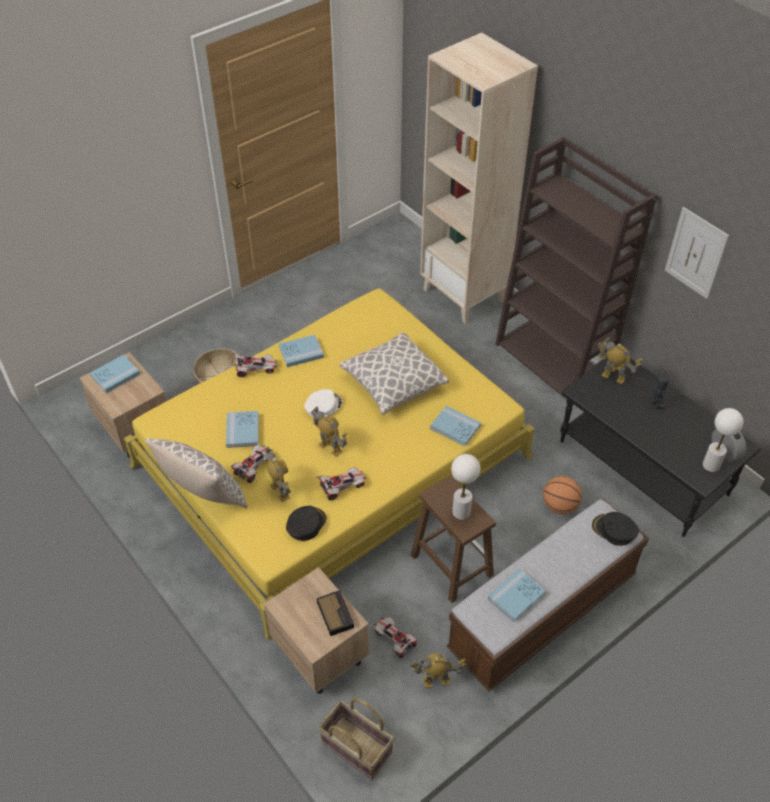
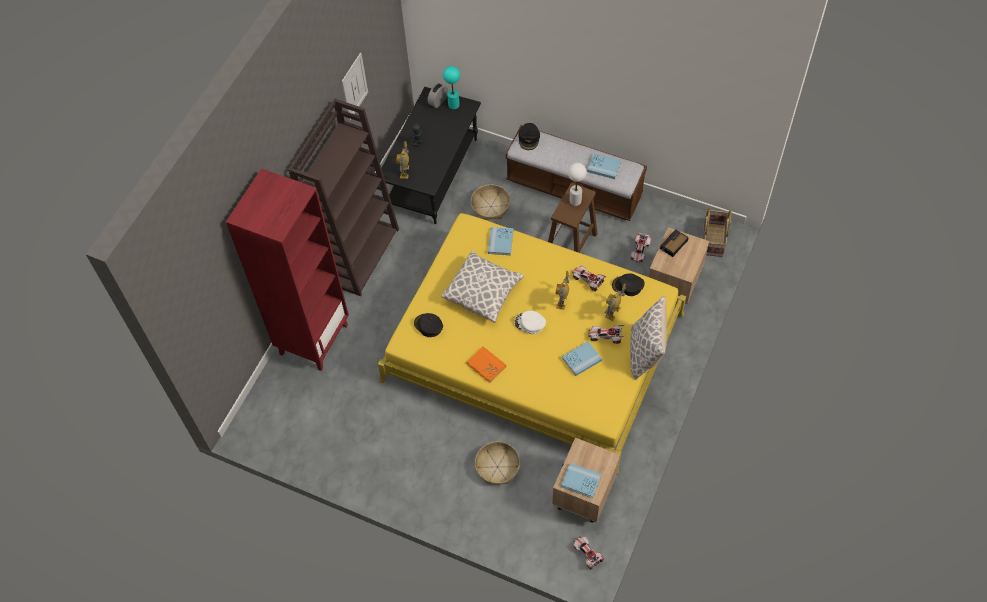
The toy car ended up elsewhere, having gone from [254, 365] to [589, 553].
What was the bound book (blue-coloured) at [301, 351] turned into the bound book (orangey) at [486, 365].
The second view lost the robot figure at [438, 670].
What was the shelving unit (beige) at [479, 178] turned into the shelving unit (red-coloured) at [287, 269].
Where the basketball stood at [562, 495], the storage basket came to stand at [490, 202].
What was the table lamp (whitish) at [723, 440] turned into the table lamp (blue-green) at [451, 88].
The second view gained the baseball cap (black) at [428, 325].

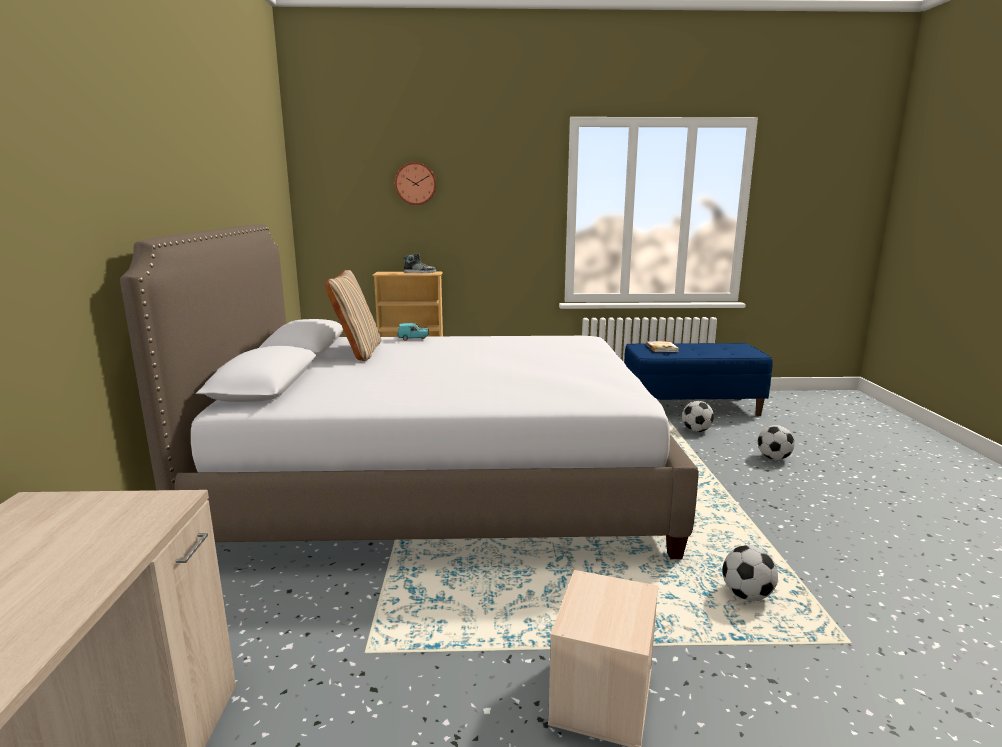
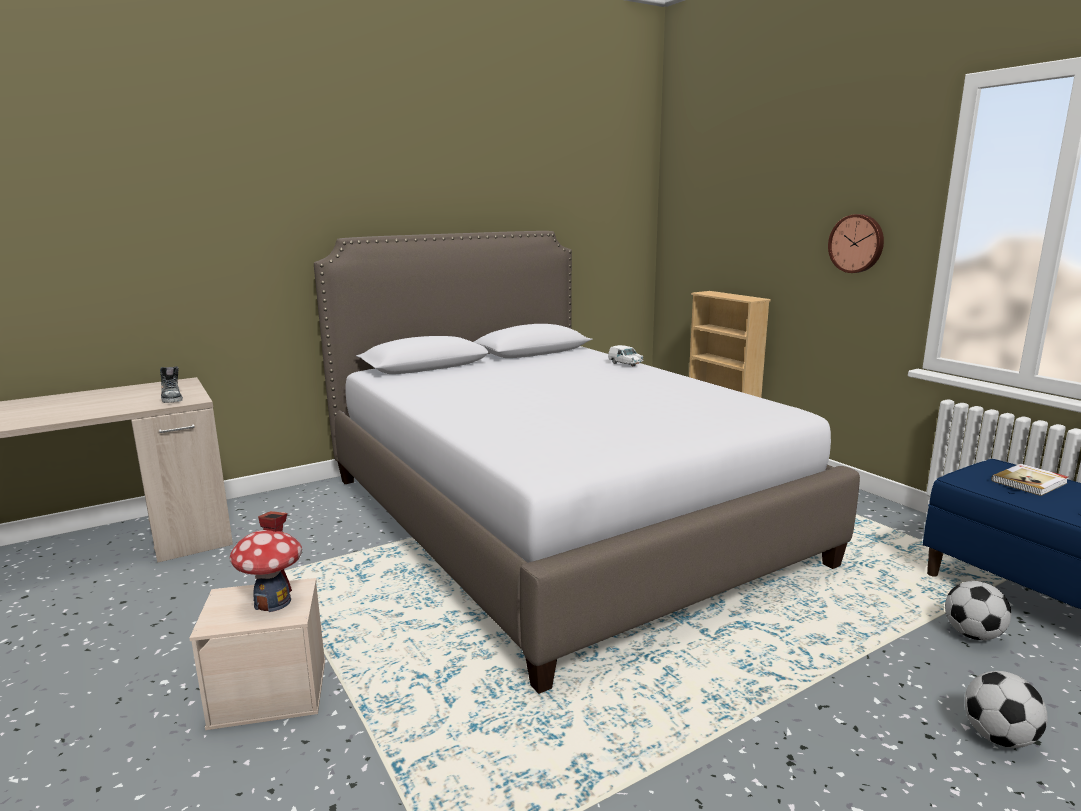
The second view lost the pillow (beige) at [353, 316].
The clock on the wall ended up elsewhere, having gone from [415, 183] to [856, 243].
What was the toy car (blue-green) at [413, 332] turned into the toy car (whitish) at [626, 356].
The item of footwear ended up elsewhere, having gone from [419, 263] to [171, 384].
The second view lost the football at [750, 573].
The second view gained the miniature house at [266, 561].

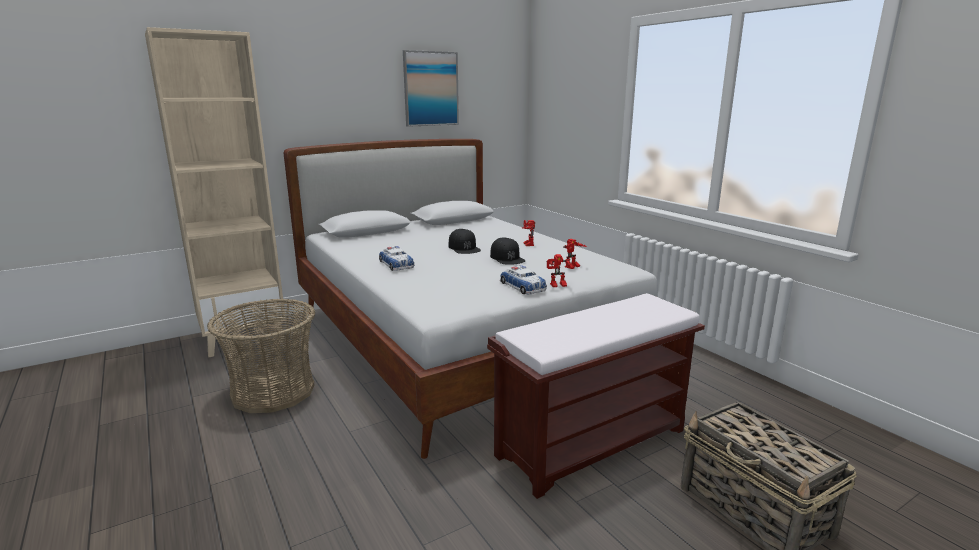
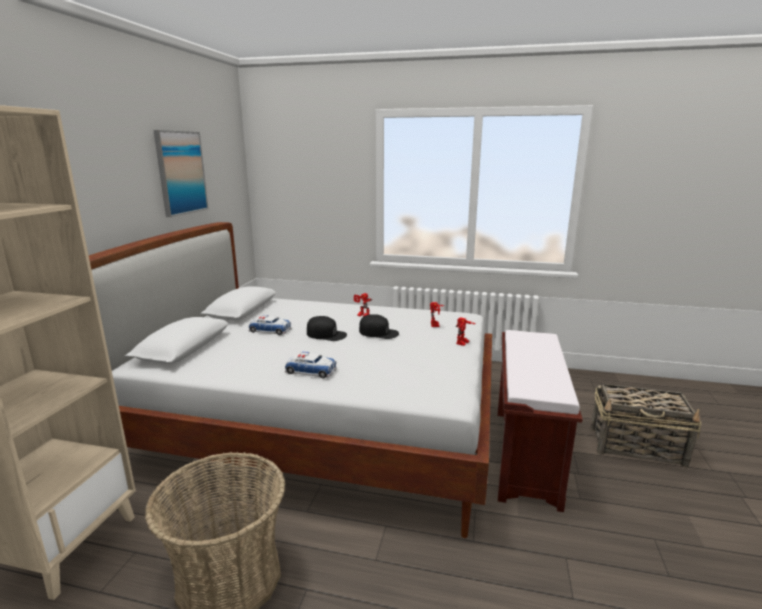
The toy car ended up elsewhere, having gone from [523, 279] to [269, 325].

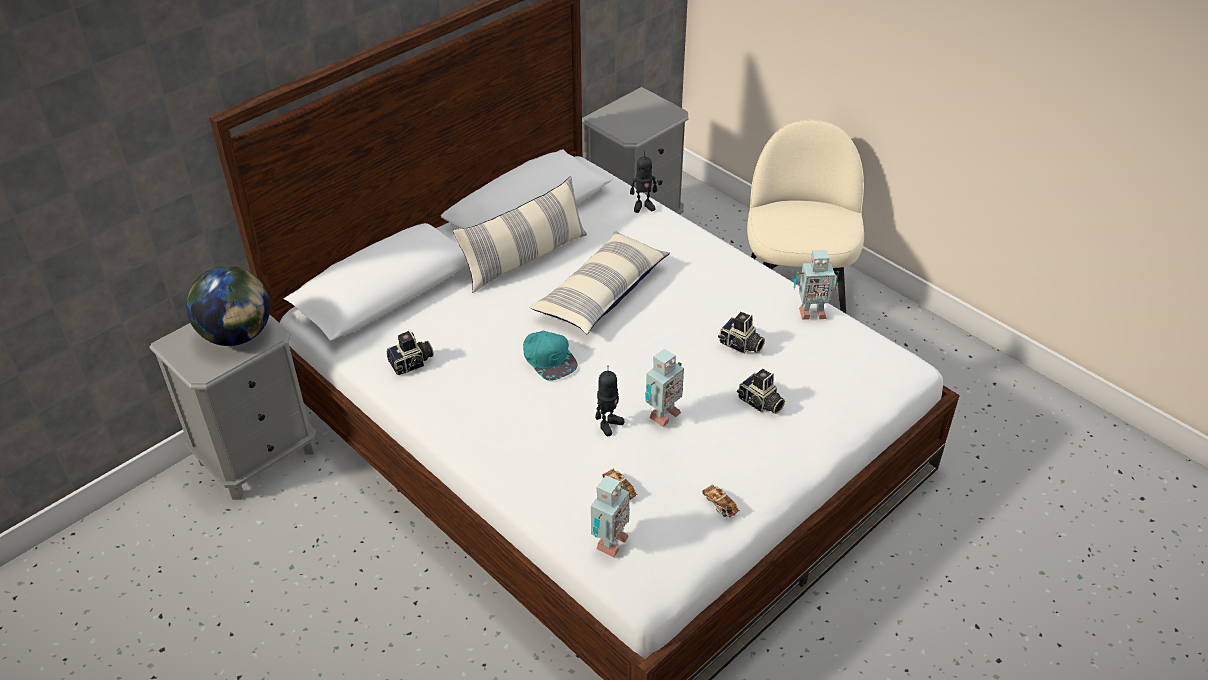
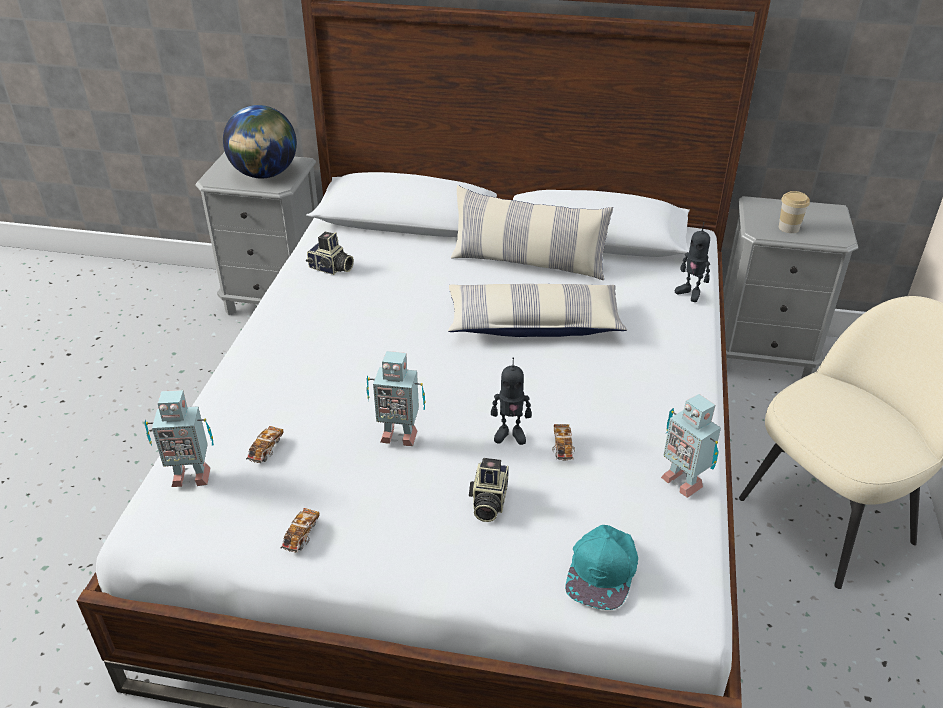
The baseball cap (blue-green) ended up elsewhere, having gone from [550, 355] to [601, 567].
The robot figure ended up elsewhere, having gone from [609, 401] to [511, 401].
Where the still camera stood at [741, 333], the toy car came to stand at [563, 442].
The second view gained the small cup at [794, 212].

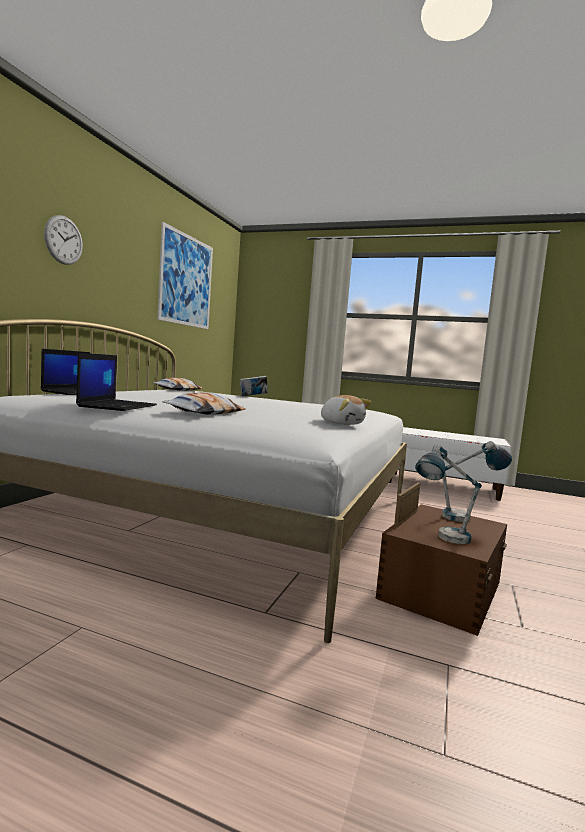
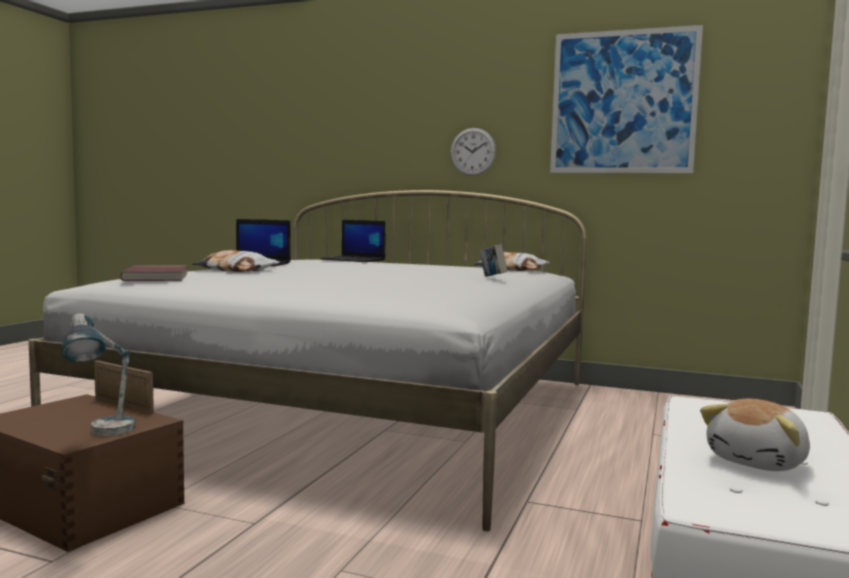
The clock on the wall ended up elsewhere, having gone from [63, 240] to [473, 152].
The plush toy ended up elsewhere, having gone from [346, 410] to [755, 435].
The second view lost the table lamp at [449, 494].
The second view gained the bound book (red-coloured) at [153, 273].

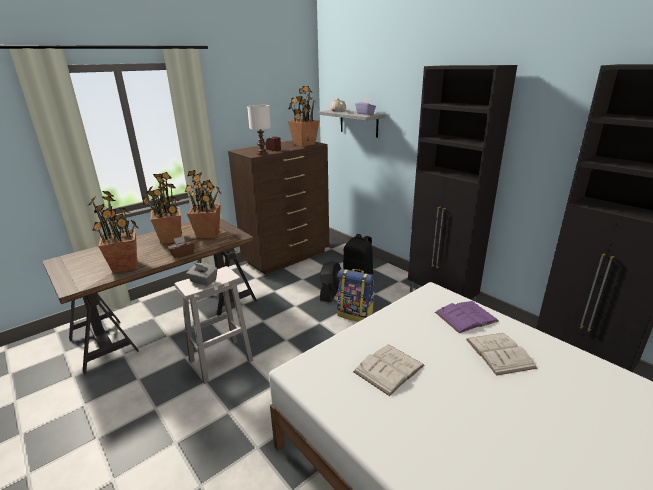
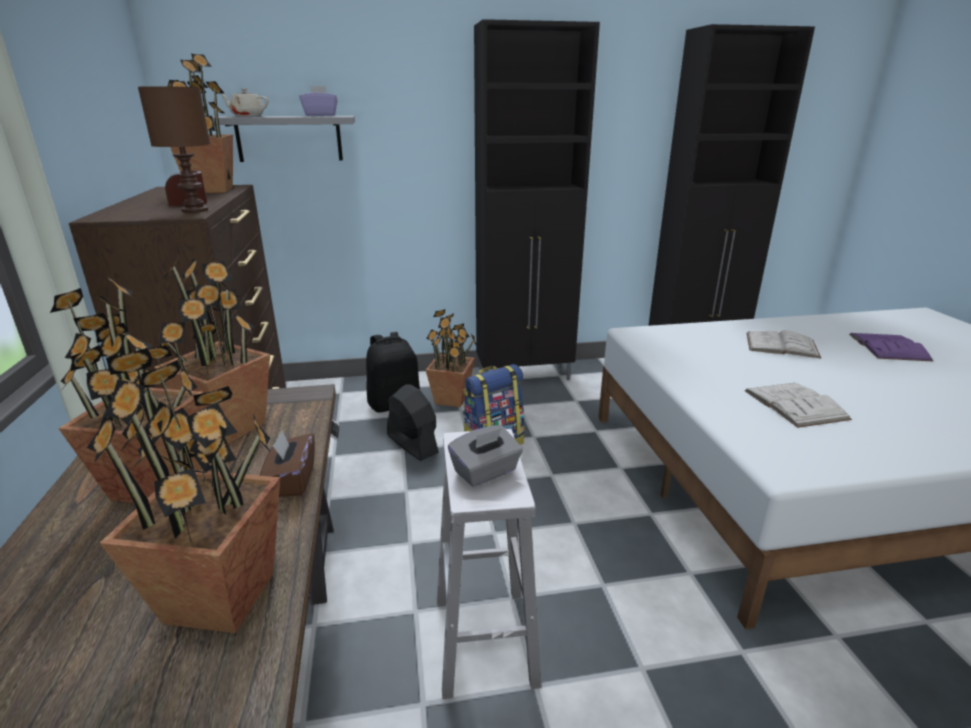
What was the table lamp (whitish) at [259, 130] turned into the table lamp (brown-coloured) at [174, 149].
The bound book (purplish) ended up elsewhere, having gone from [467, 317] to [891, 347].
The second view gained the potted plant at [451, 358].

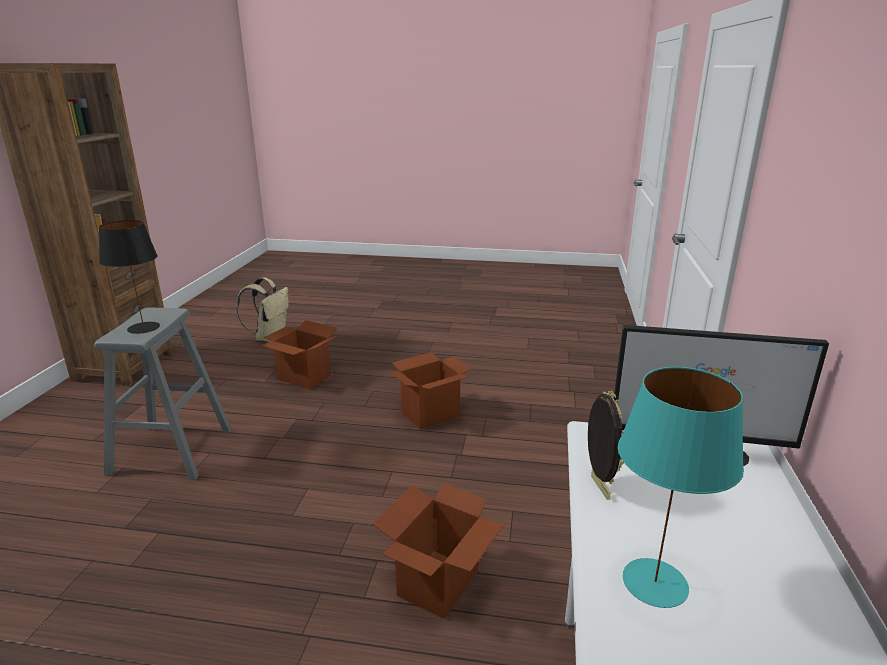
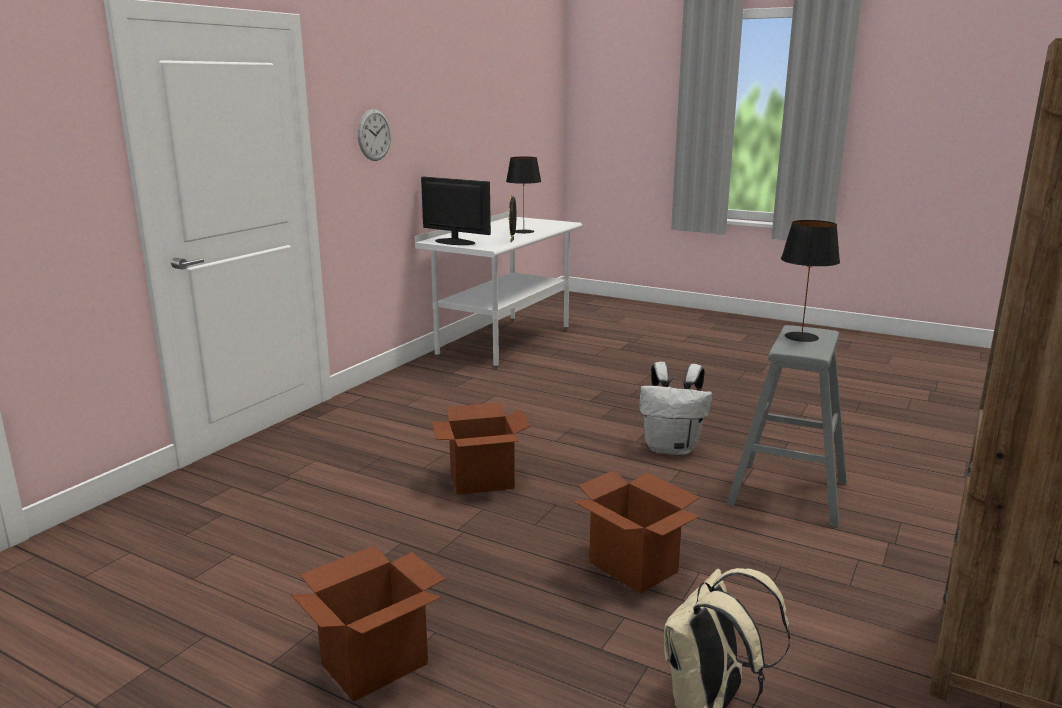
The carton ended up elsewhere, having gone from [438, 551] to [368, 624].
What was the table lamp (blue-green) at [681, 487] turned into the table lamp (black) at [523, 195].
The second view gained the clock on the wall at [374, 135].
The second view gained the knapsack (whitish) at [675, 408].

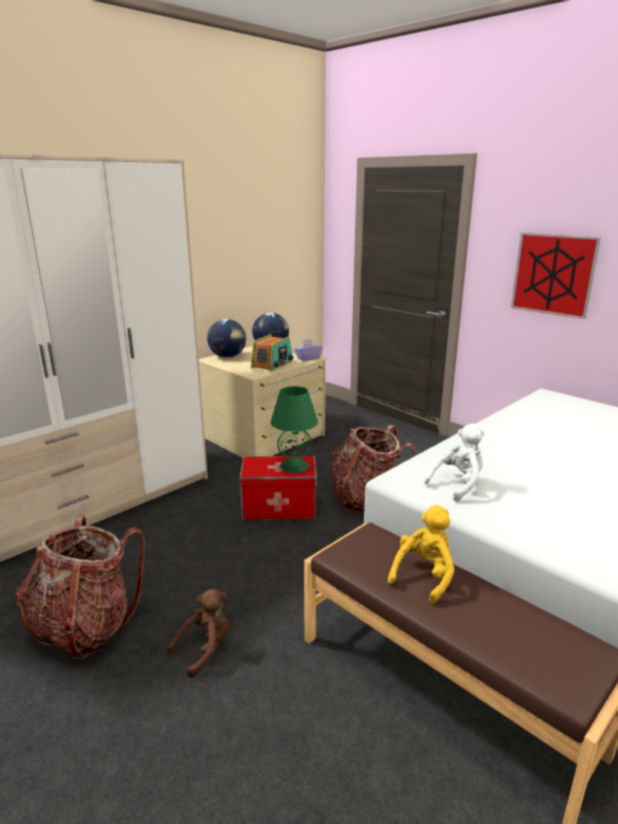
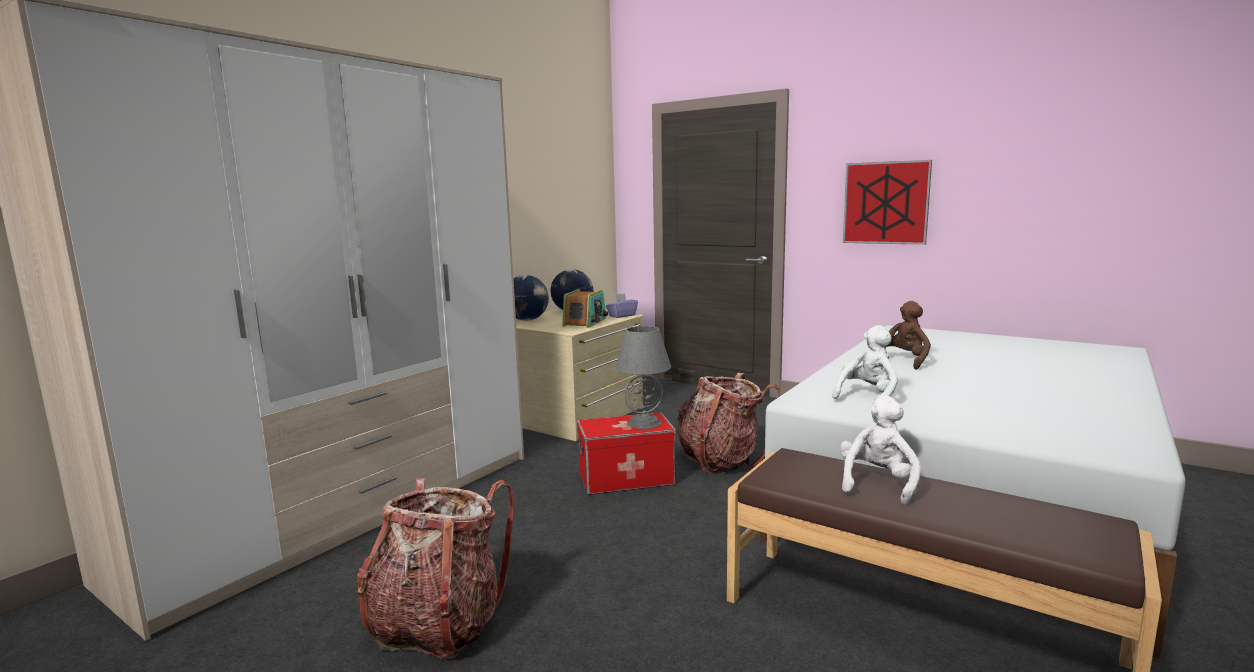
The plush toy (brown-coloured) ended up elsewhere, having gone from [198, 633] to [909, 335].
What was the table lamp (green-coloured) at [294, 429] turned into the table lamp (grey) at [643, 377].
What was the plush toy (yellow) at [421, 554] turned into the plush toy (whitish) at [880, 450].

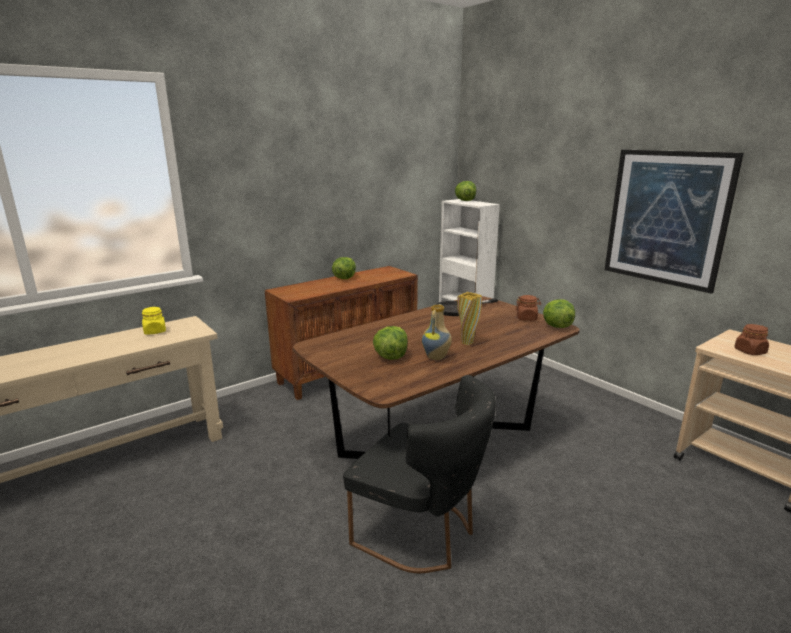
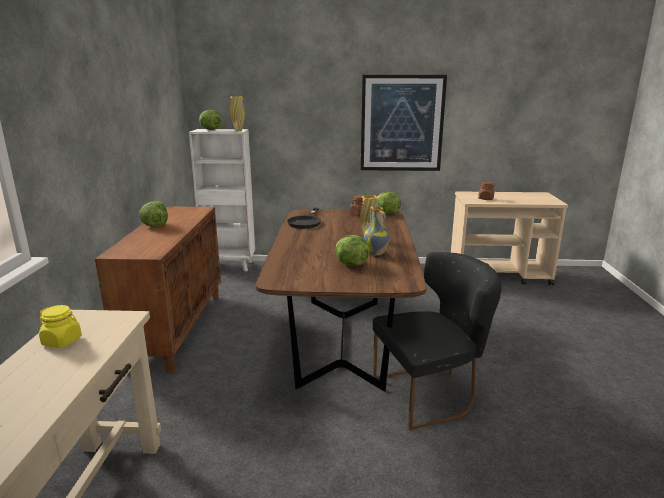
The second view gained the flower vase (yellow) at [237, 113].

